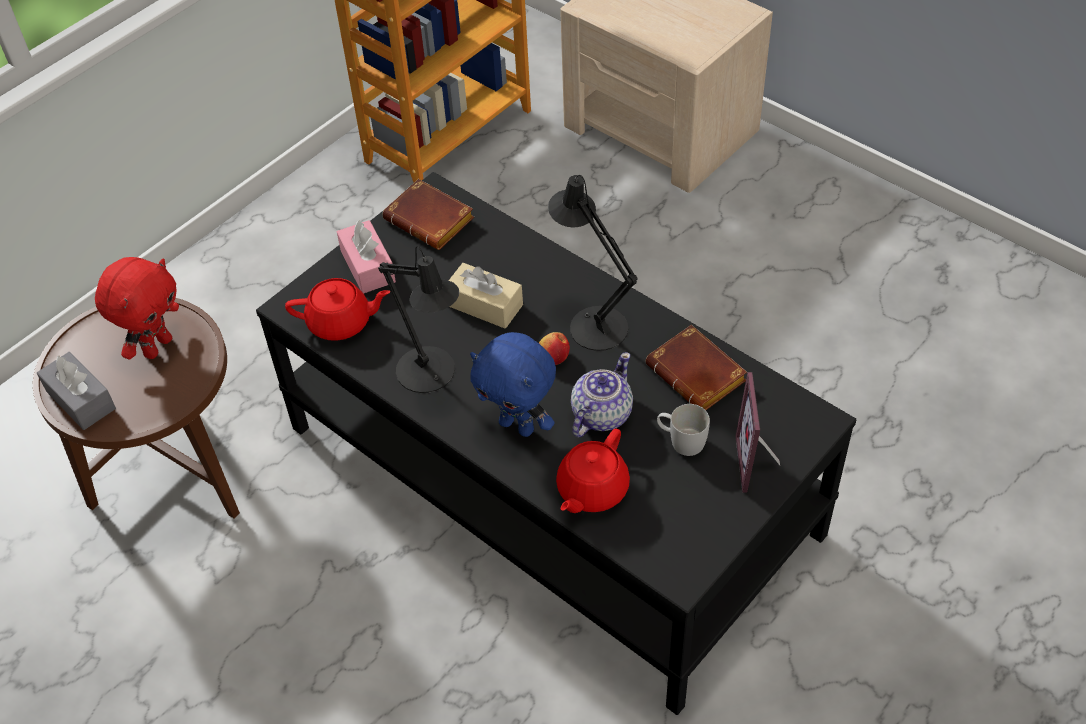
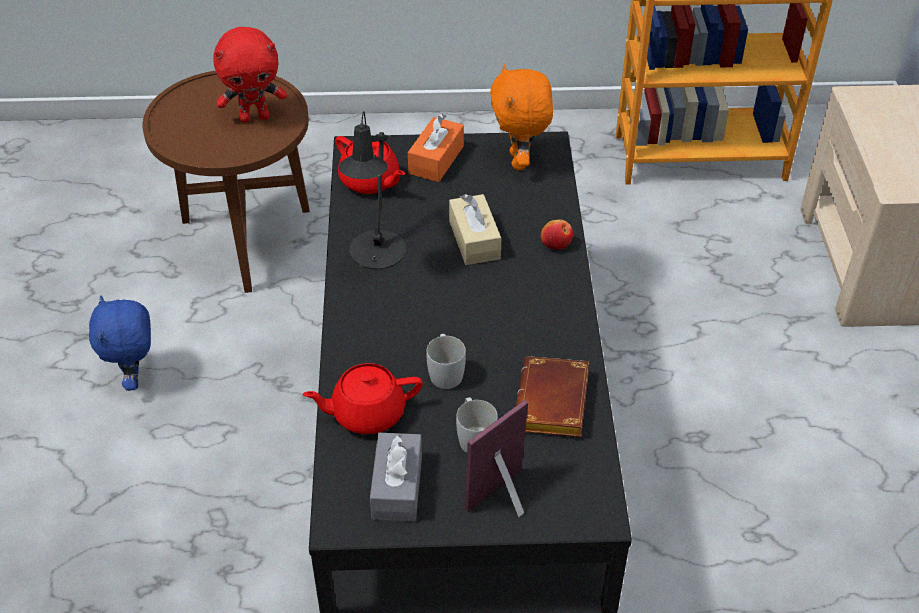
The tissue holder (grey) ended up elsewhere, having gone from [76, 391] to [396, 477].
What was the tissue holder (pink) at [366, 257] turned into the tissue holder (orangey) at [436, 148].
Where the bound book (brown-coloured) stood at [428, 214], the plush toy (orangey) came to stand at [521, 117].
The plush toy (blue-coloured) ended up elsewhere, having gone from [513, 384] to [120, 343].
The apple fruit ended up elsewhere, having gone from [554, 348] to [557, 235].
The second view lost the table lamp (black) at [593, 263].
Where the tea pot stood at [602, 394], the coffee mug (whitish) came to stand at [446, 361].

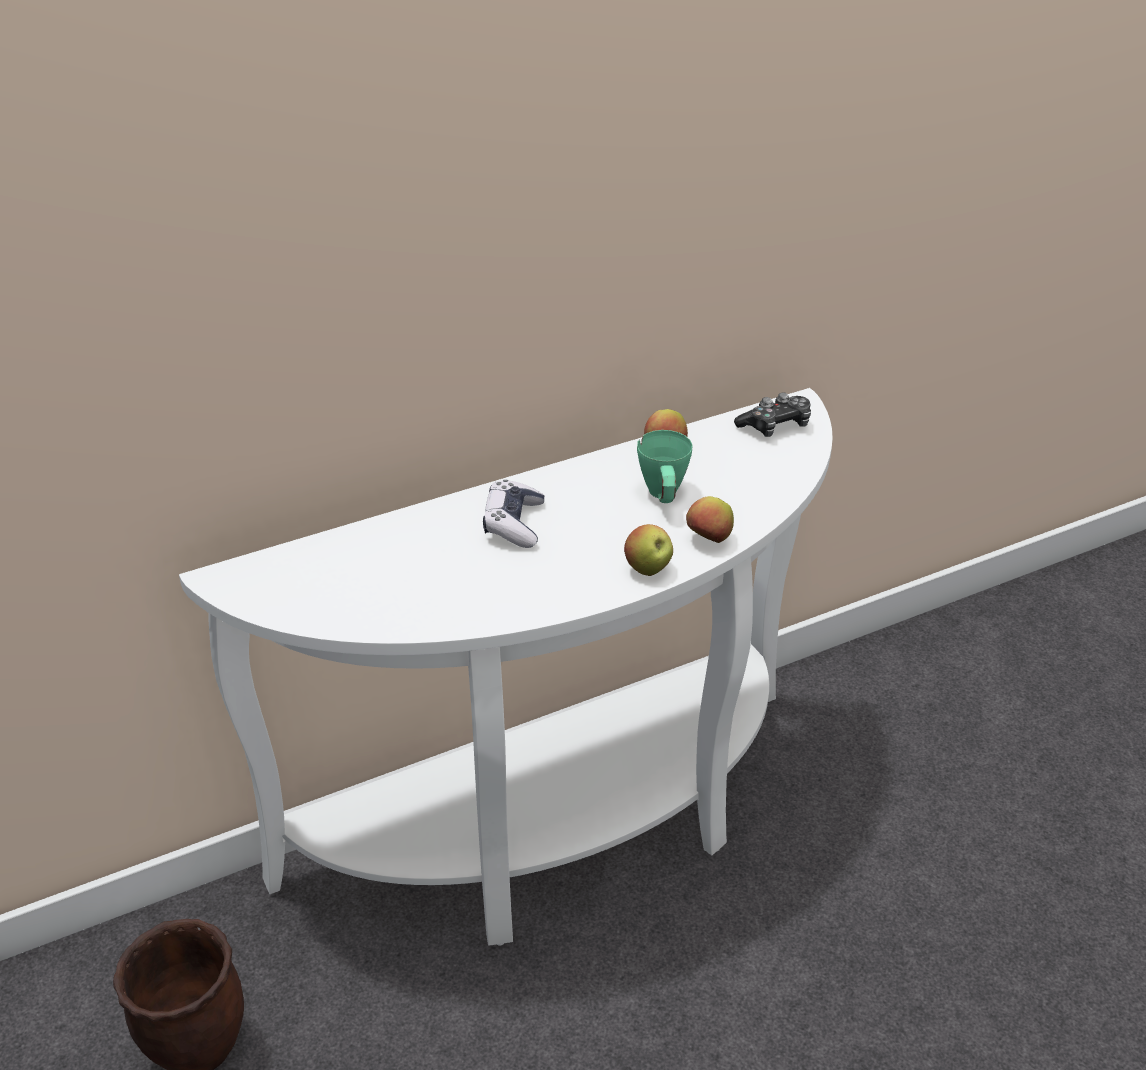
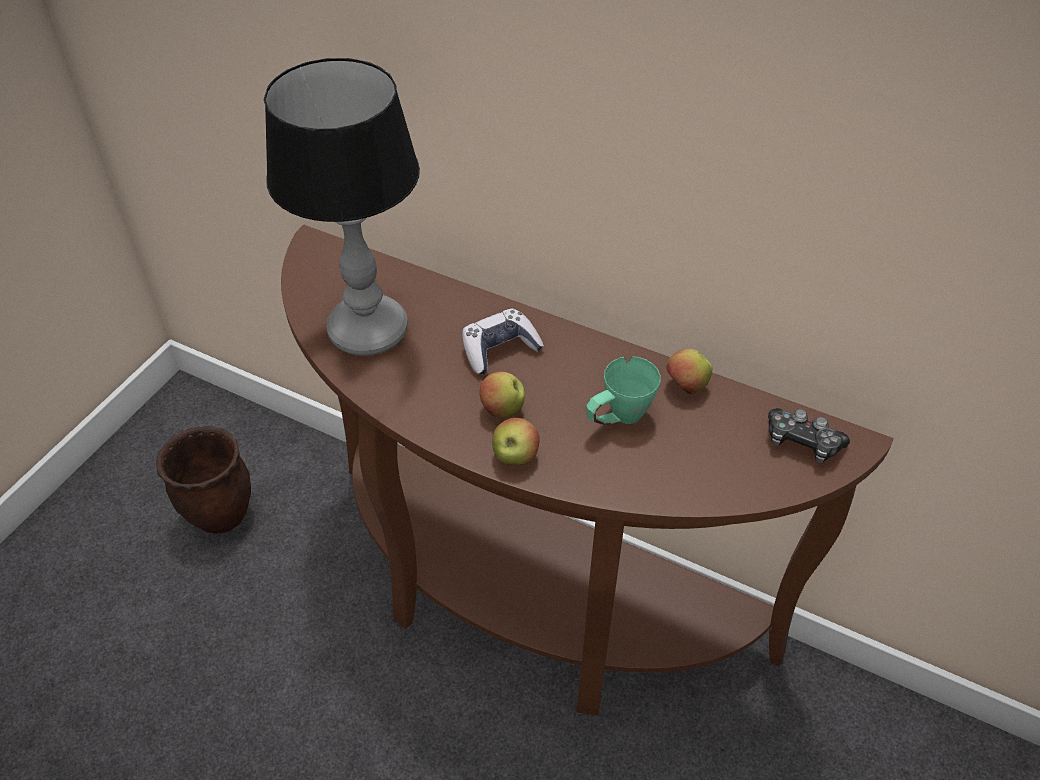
What was the narrow table (whitish) at [506, 667] turned into the narrow table (brown-coloured) at [587, 470].
The apple fruit ended up elsewhere, having gone from [710, 519] to [502, 395].
The second view gained the table lamp at [342, 207].

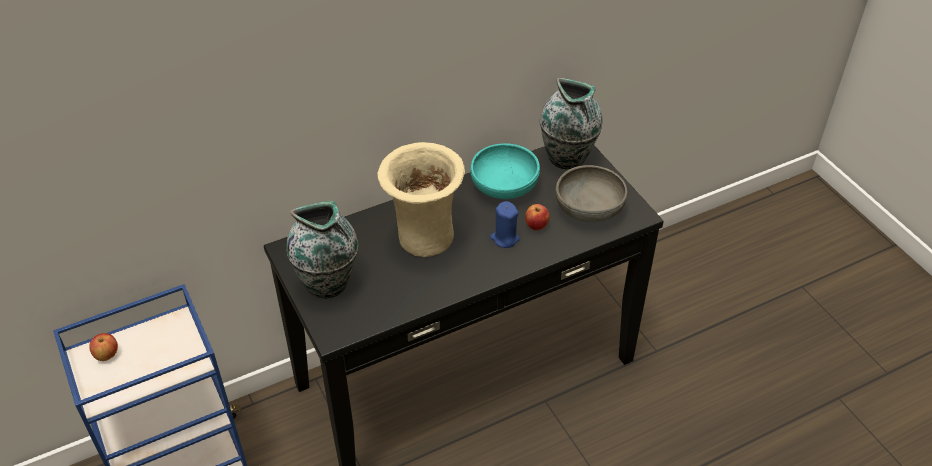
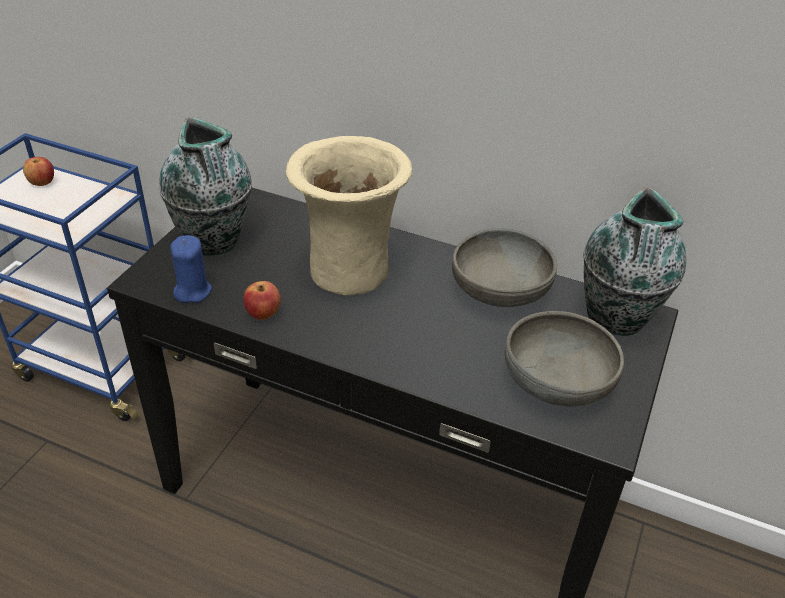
What was the serving bowl (blue-green) at [505, 171] turned into the serving bowl (grey) at [504, 267].
The wax light (blue-coloured) ended up elsewhere, having gone from [505, 224] to [191, 269].
The apple fruit ended up elsewhere, having gone from [537, 217] to [262, 300].

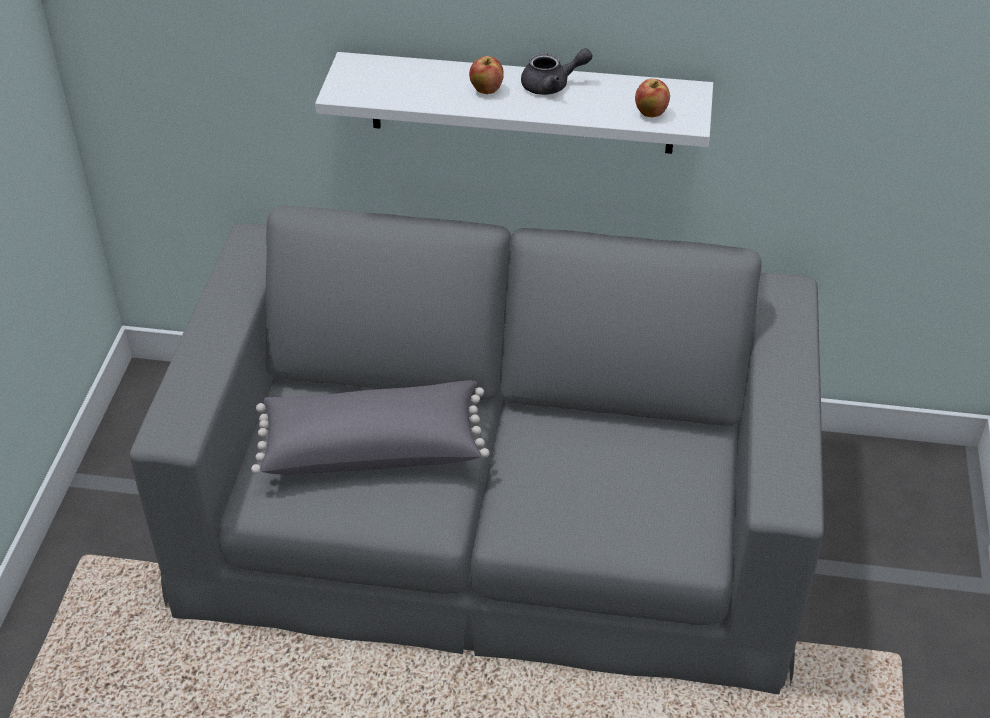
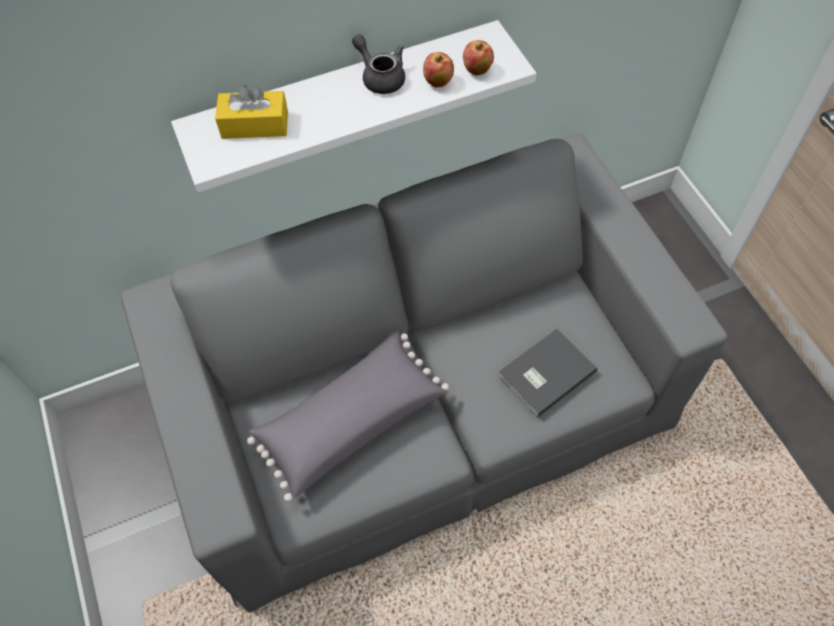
The apple fruit ended up elsewhere, having gone from [486, 75] to [438, 69].
The tea pot (grey) at [556, 71] ended up facing another way, 90 degrees counterclockwise from before.
The second view gained the tissue holder (yellow) at [251, 112].
The second view gained the bound book (grey) at [547, 373].

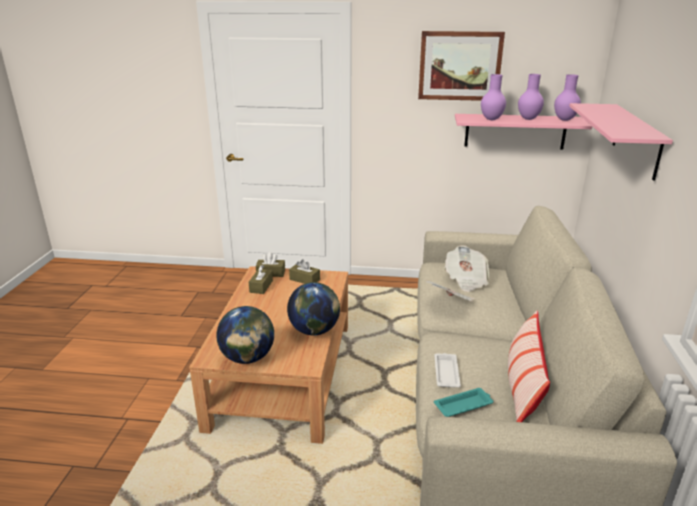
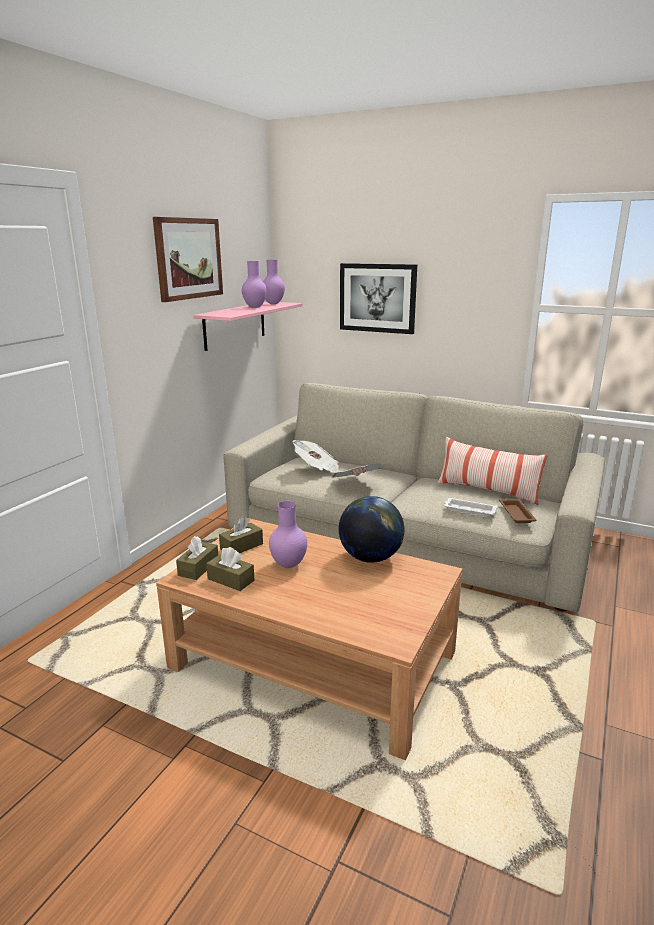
The second view lost the globe at [245, 335].
What was the carrying tray (blue-green) at [463, 402] turned into the carrying tray (brown-coloured) at [518, 511].
The flower vase (purplish) ended up elsewhere, having gone from [493, 97] to [288, 534].
Where the bracket shelf (pink) hung at [621, 142], the wall art came to hang at [378, 298].

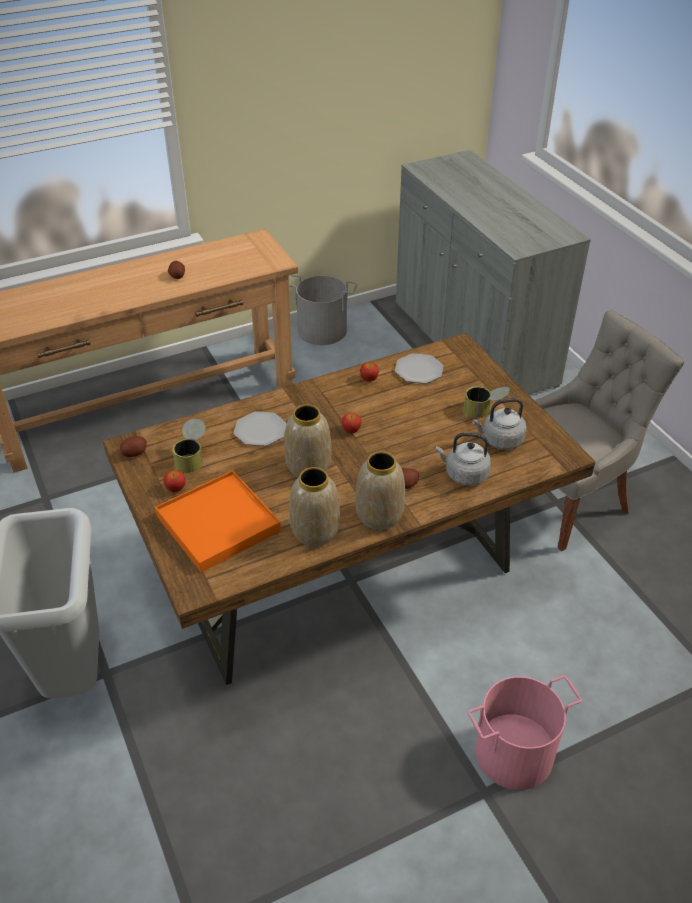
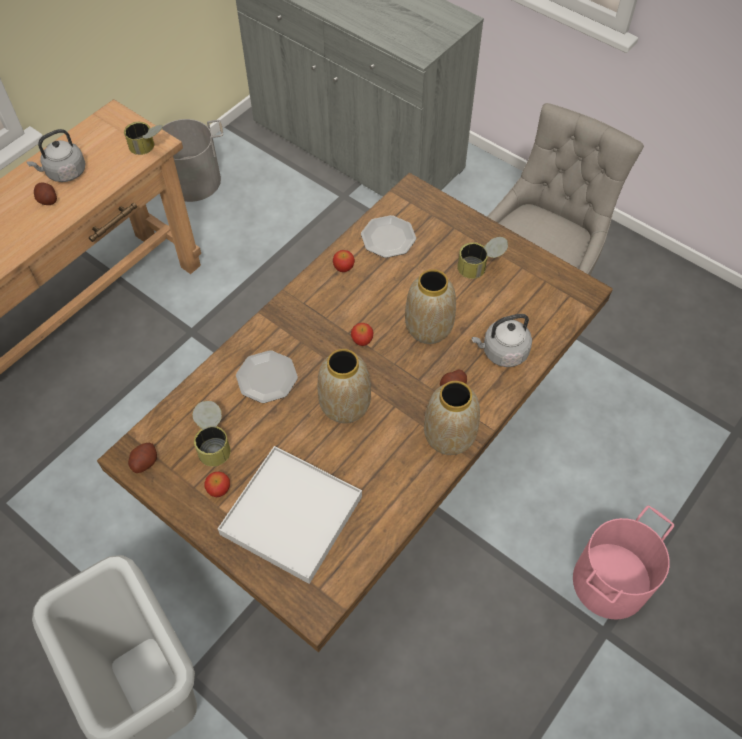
What was the carrying tray (orangey) at [218, 521] turned into the carrying tray (whitish) at [290, 515].
The flower vase ended up elsewhere, having gone from [314, 507] to [430, 306].
The water kettle (grey) ended up elsewhere, having gone from [499, 424] to [56, 155].
The second view gained the sealed can at [143, 138].

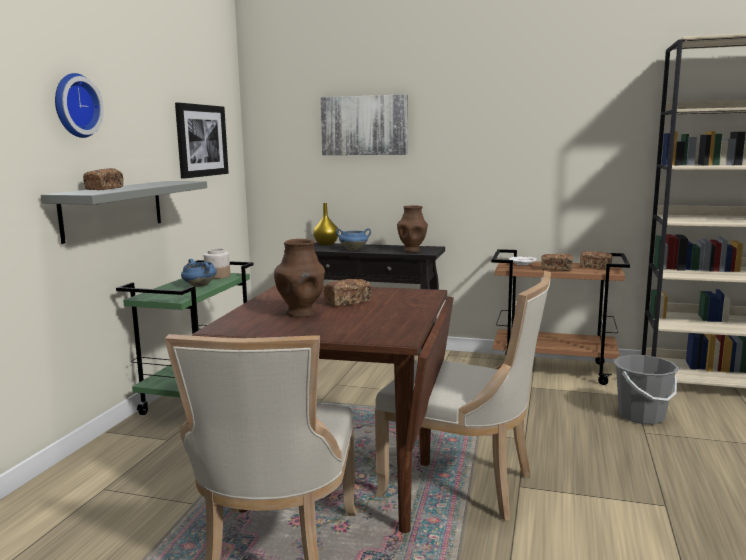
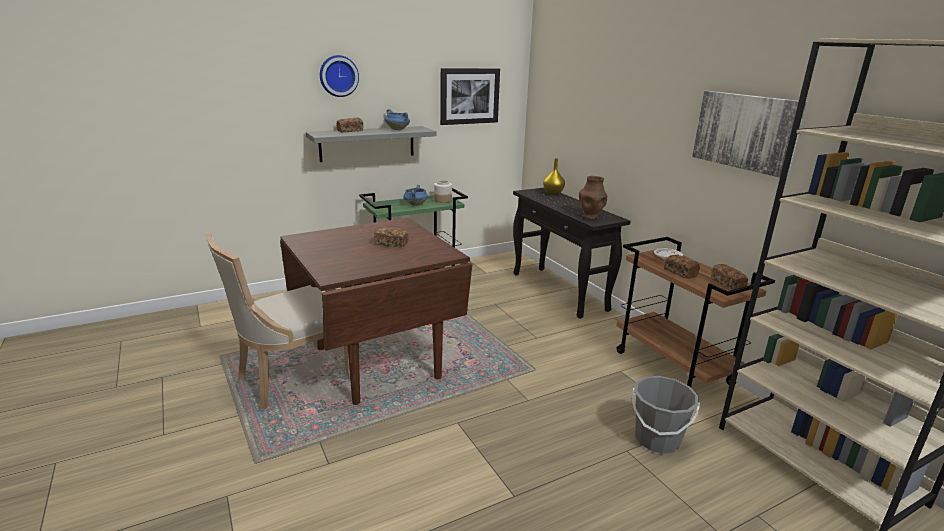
The second view lost the flower vase (brown-coloured) at [299, 278].
The wall art ended up elsewhere, having gone from [364, 124] to [749, 134].
The stockpot (blue-coloured) ended up elsewhere, having gone from [353, 239] to [397, 119].
The second view lost the plain chair (beige) at [463, 396].

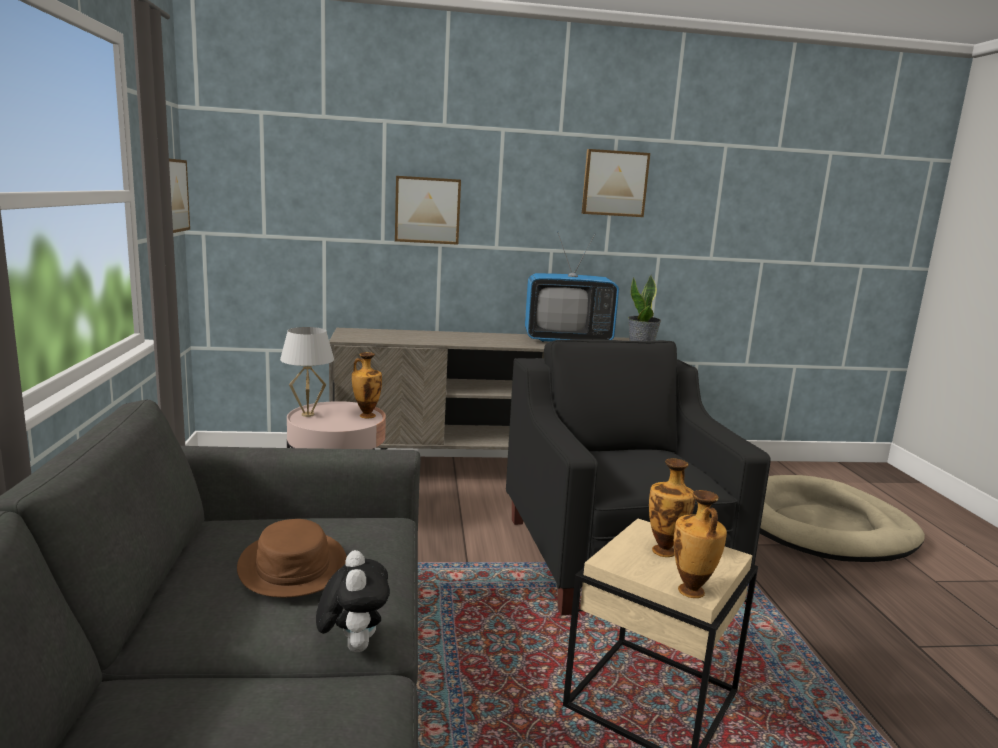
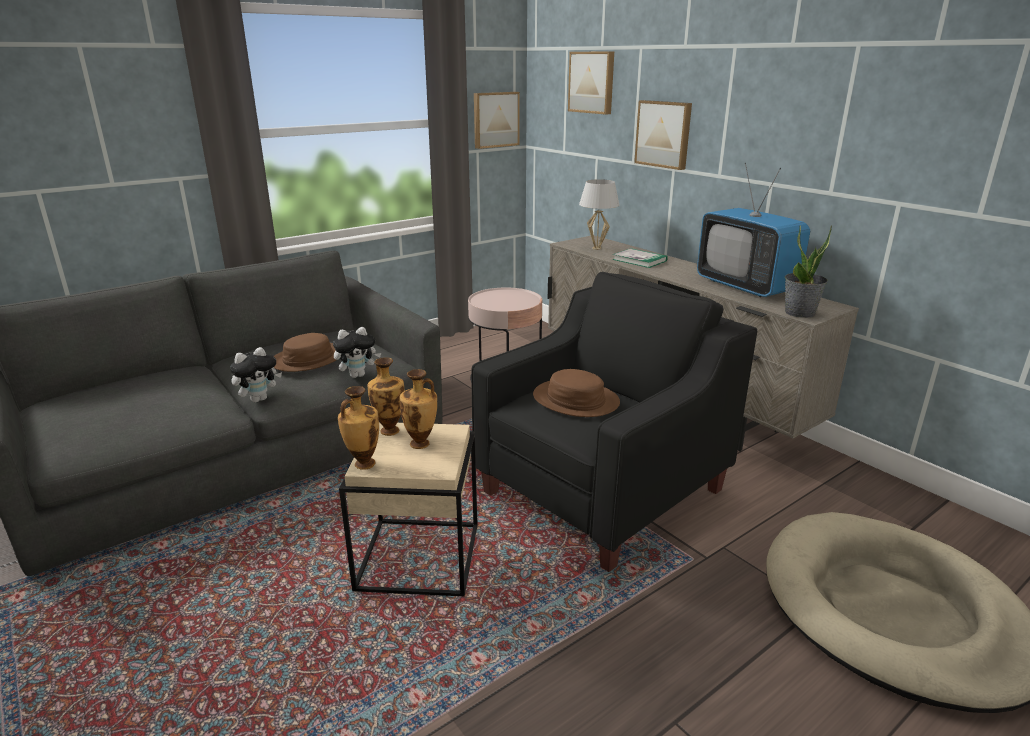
The table lamp (whitish) ended up elsewhere, having gone from [307, 372] to [599, 214].
The flower vase ended up elsewhere, having gone from [367, 385] to [386, 396].
The wall art ended up elsewhere, having gone from [616, 183] to [591, 83].
The second view gained the plush toy at [357, 352].
The second view gained the clothing hat (brown-coloured) at [576, 393].
The second view gained the bound book at [640, 258].

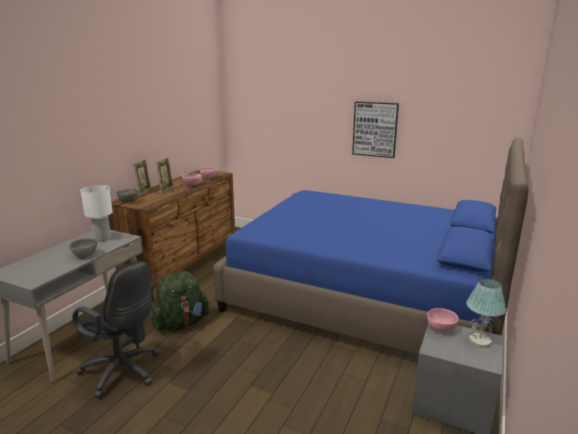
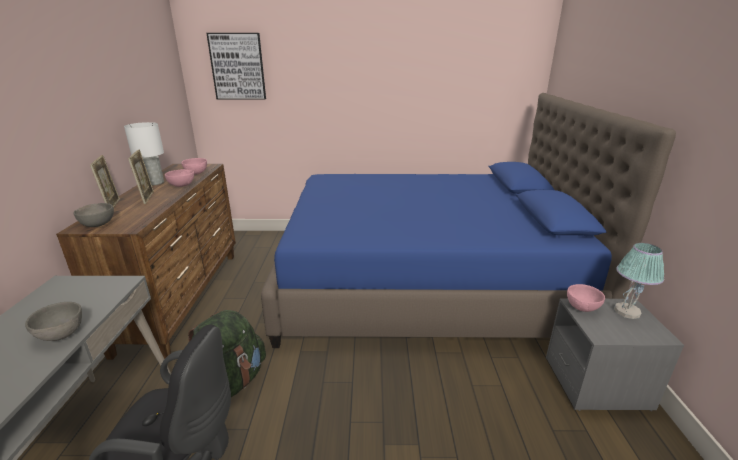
The table lamp (whitish) ended up elsewhere, having gone from [96, 213] to [144, 154].
The wall art ended up elsewhere, having gone from [375, 130] to [236, 66].

